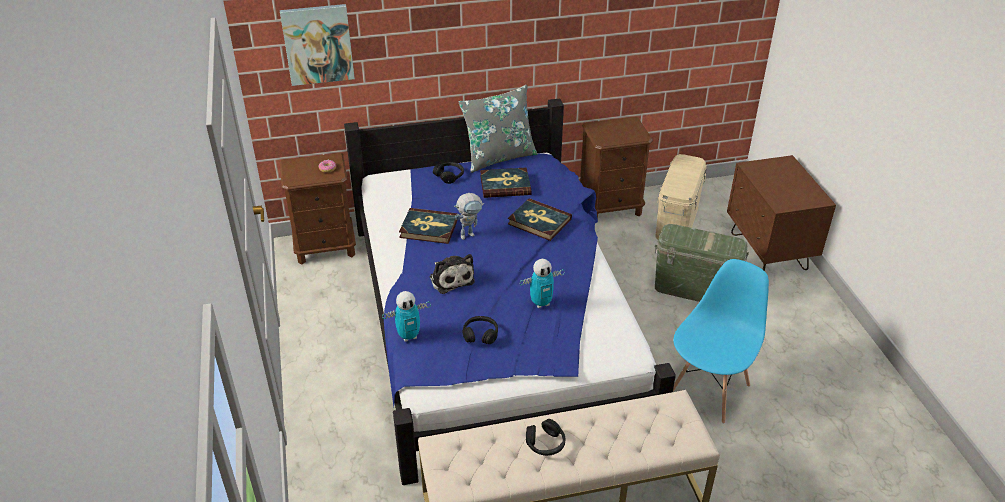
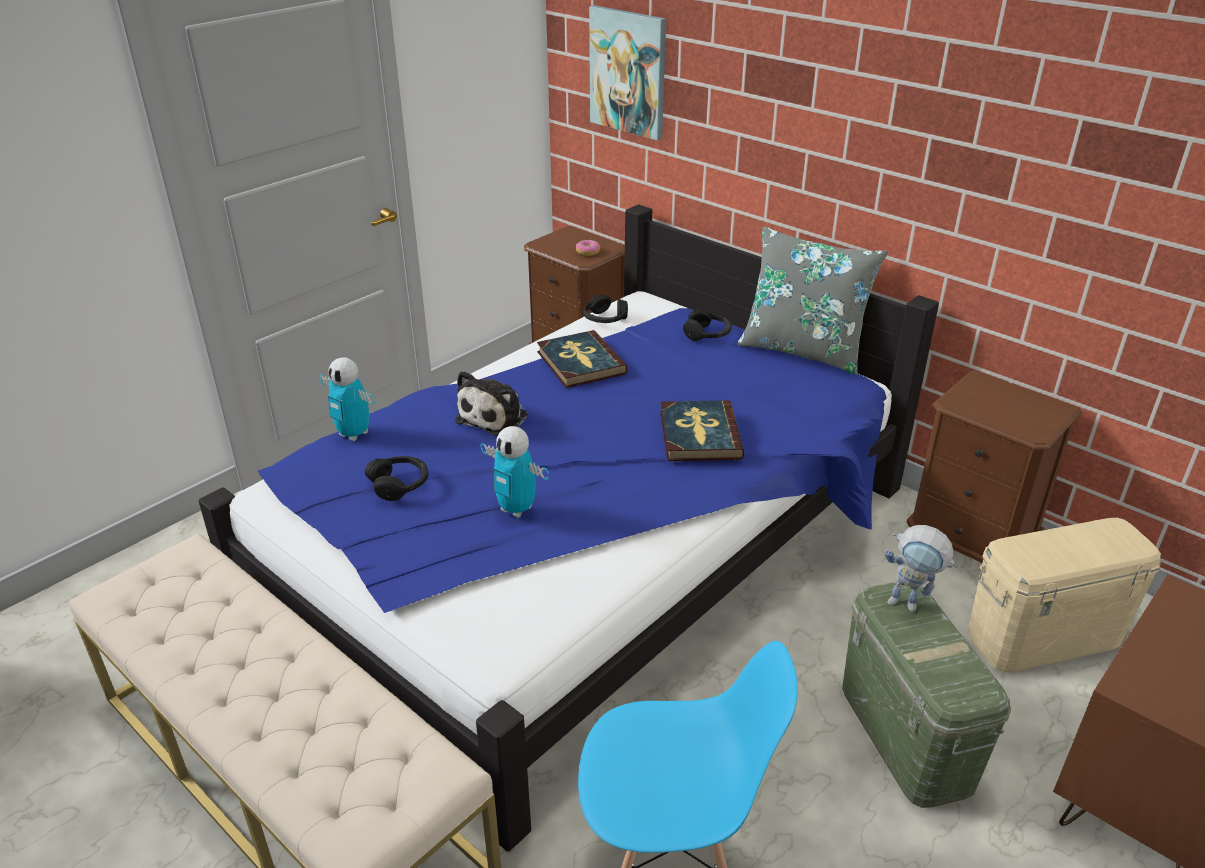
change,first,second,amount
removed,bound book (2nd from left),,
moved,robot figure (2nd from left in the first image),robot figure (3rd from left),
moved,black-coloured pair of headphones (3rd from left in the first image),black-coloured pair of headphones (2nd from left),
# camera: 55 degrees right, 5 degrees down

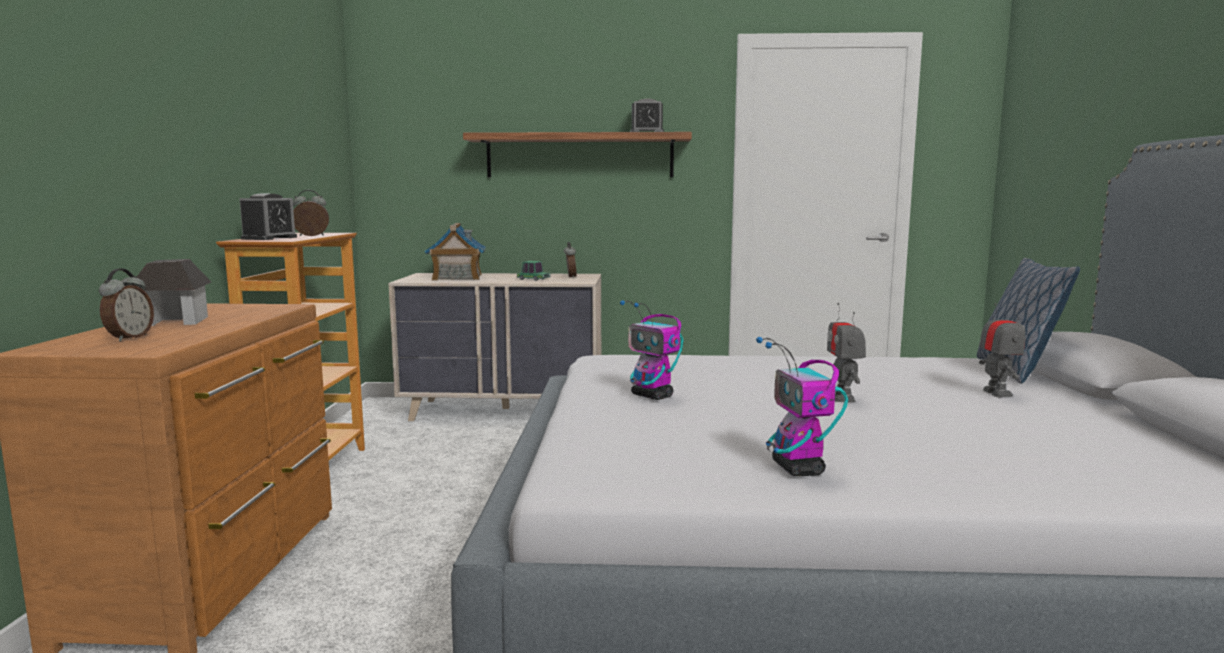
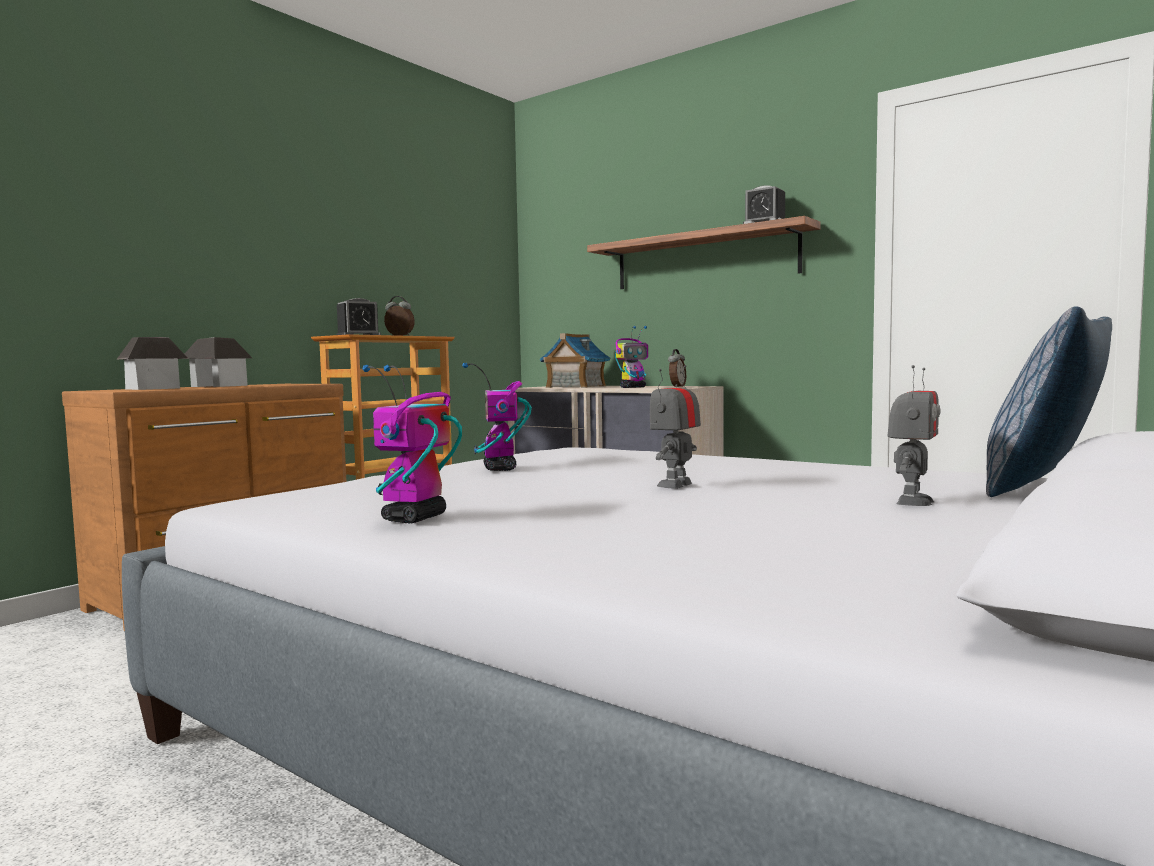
change,first,second,amount
replaced,miniature car,robot figure (3rd from left),
replaced,table clock (1st from left),toy house (1st from left),
# camera: 35 degrees right, 5 degrees down

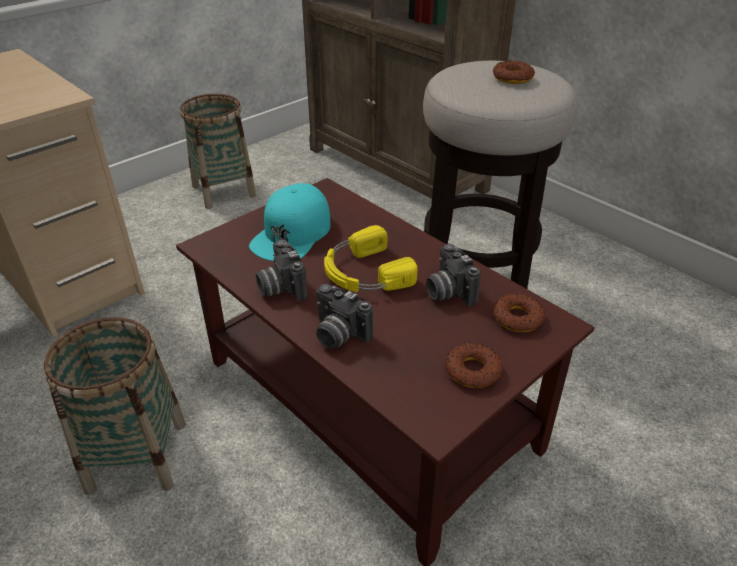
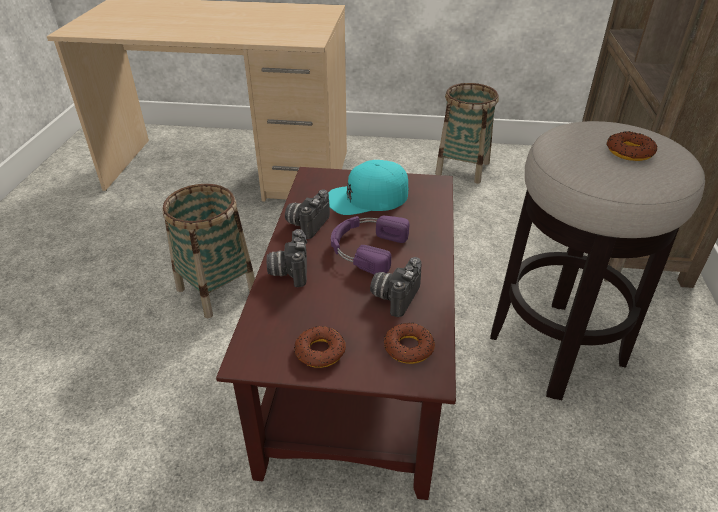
change,first,second,amount
recoloured,yellow pair of headphones,purplish pair of headphones,
# camera: 50 degrees right, 0 degrees up

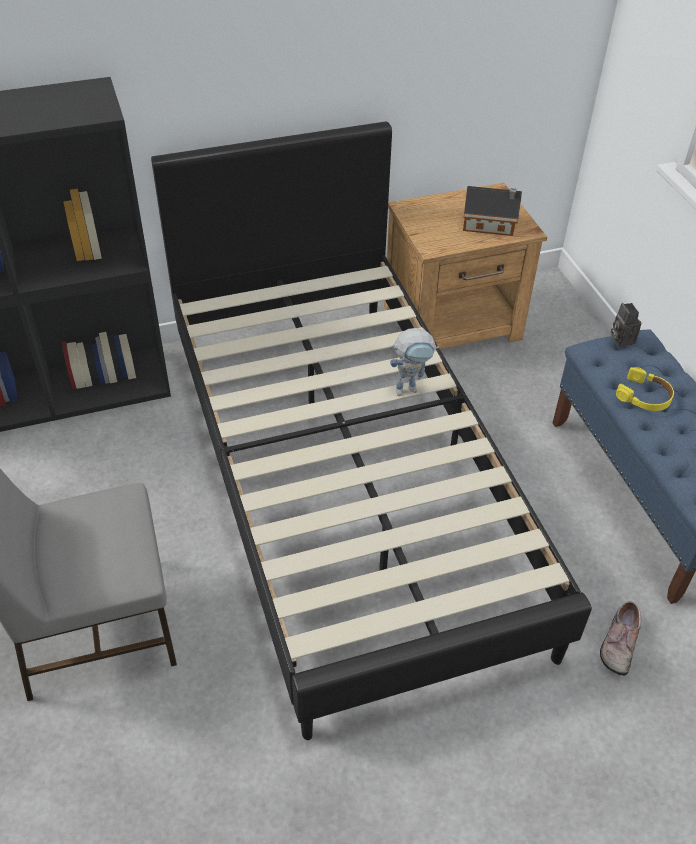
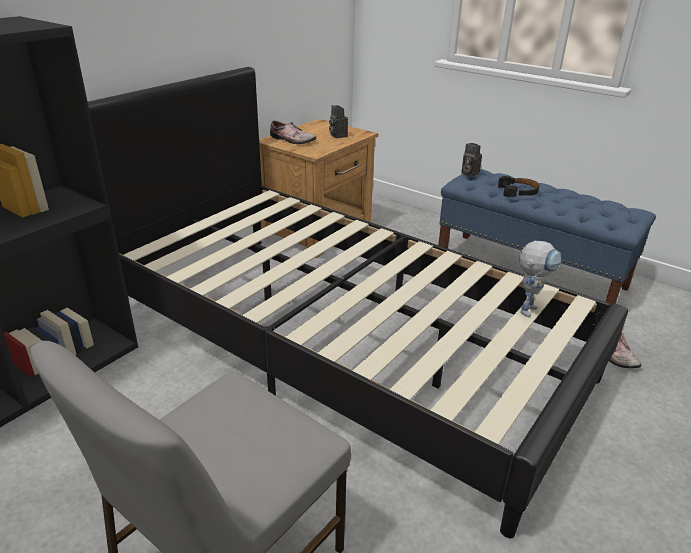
change,first,second,amount
replaced,toy house,still camera (1st from left),
moved,robot figure,,
recoloured,yellow pair of headphones,black-coloured pair of headphones,
added,,shoe (1st from left),
# camera: 35 degrees left, 15 degrees down

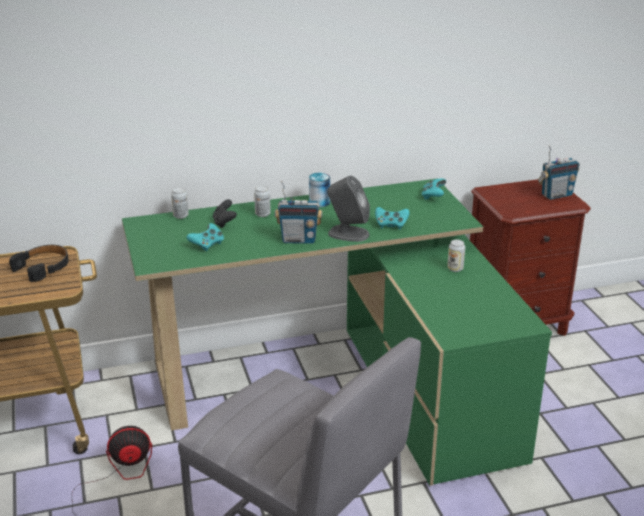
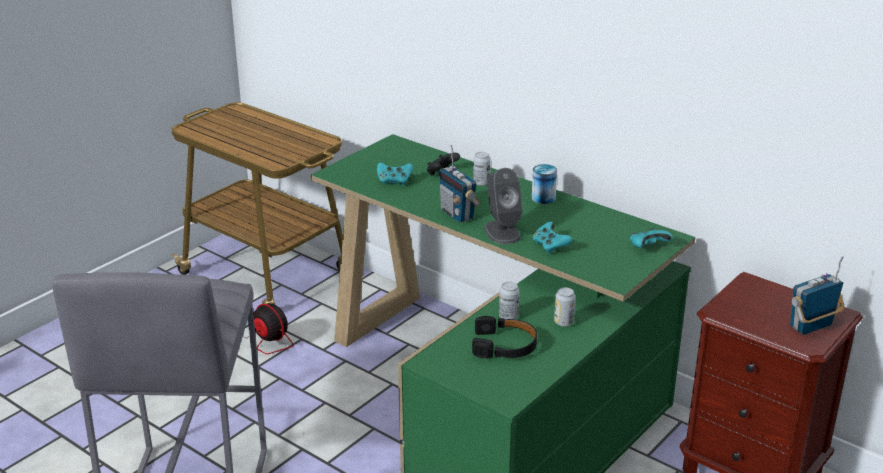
change,first,second,amount
turned,radio set (2nd from left),,120 degrees clockwise
moved,sealed can (1st from left in the first image),sealed can (2nd from left),
moved,black-coloured pair of headphones,,
# camera: 55 degrees right, 0 degrees up

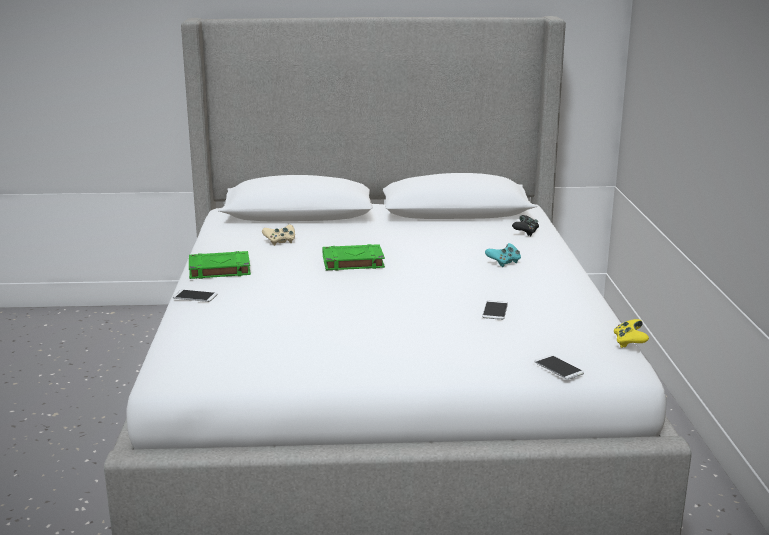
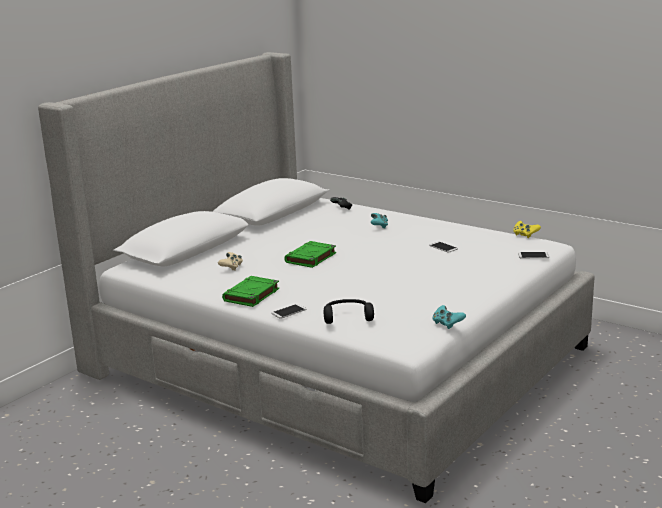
change,first,second,amount
added,,black-coloured pair of headphones,
added,,turquoise-coloured game controller (2nd from left),
# camera: 50 degrees left, 0 degrees up

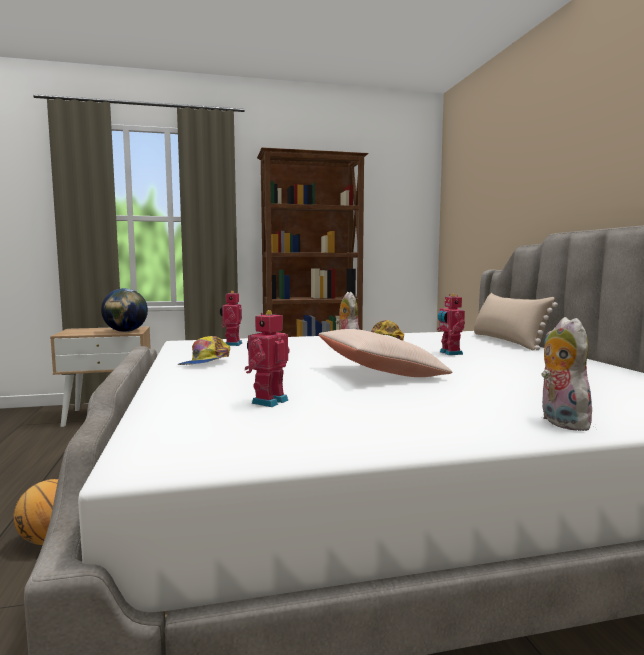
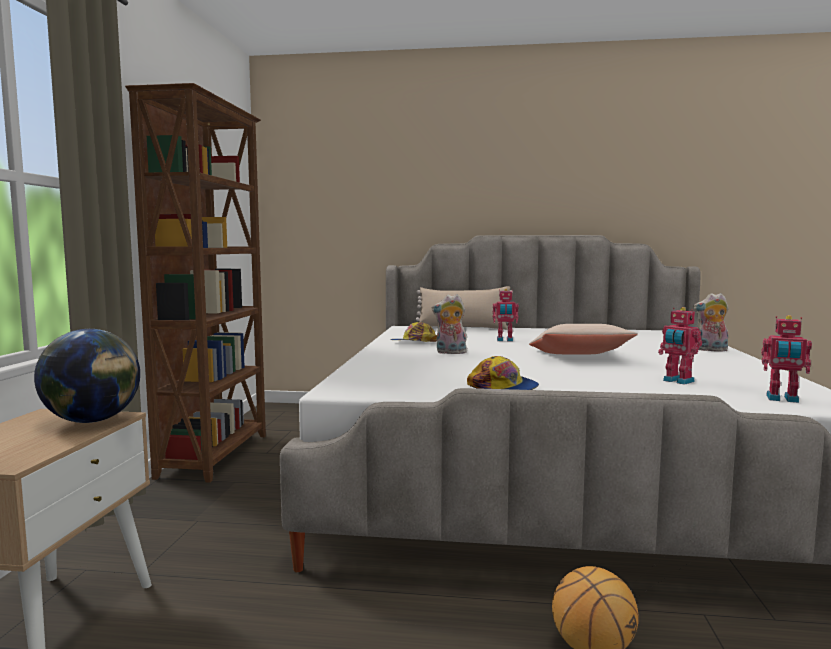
change,first,second,amount
moved,robot figure (1st from left in the first image),robot figure (3rd from left),
# camera: 70 degrees left, 0 degrees up

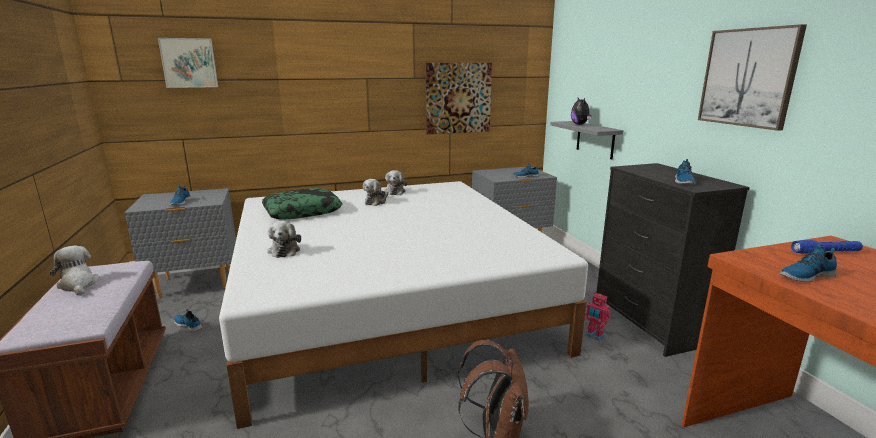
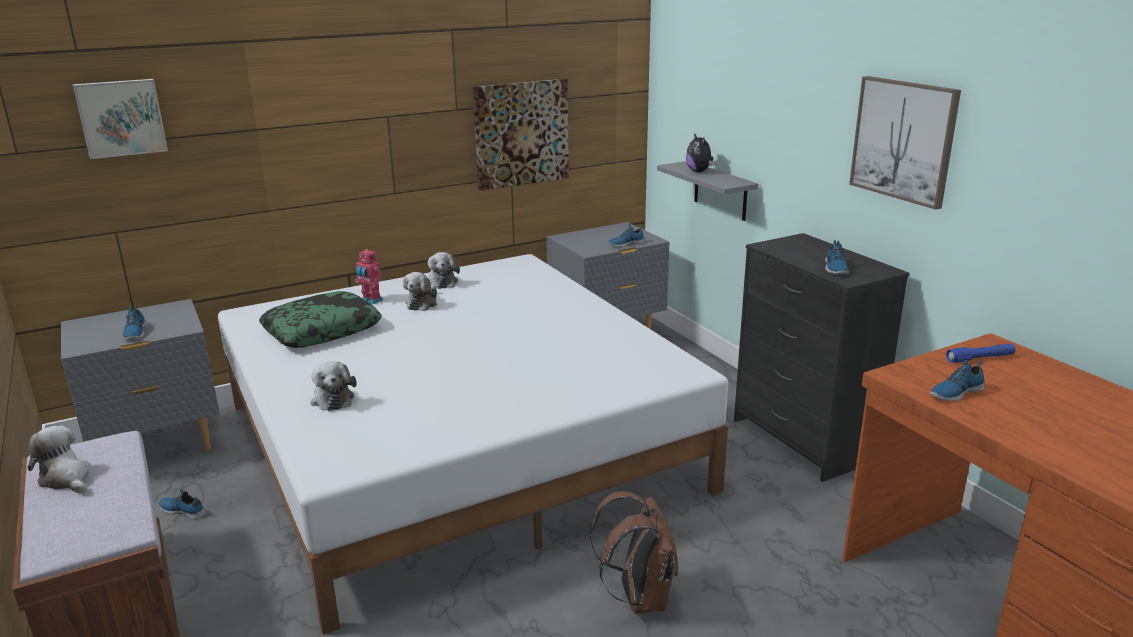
change,first,second,amount
moved,robot figure,,
# camera: 10 degrees left, 5 degrees up

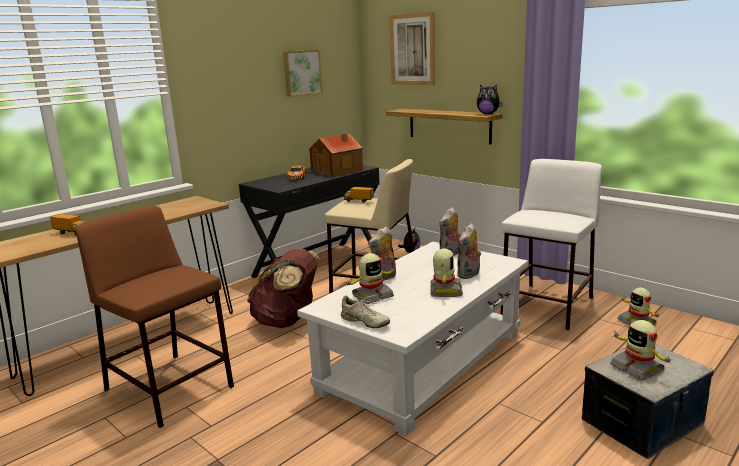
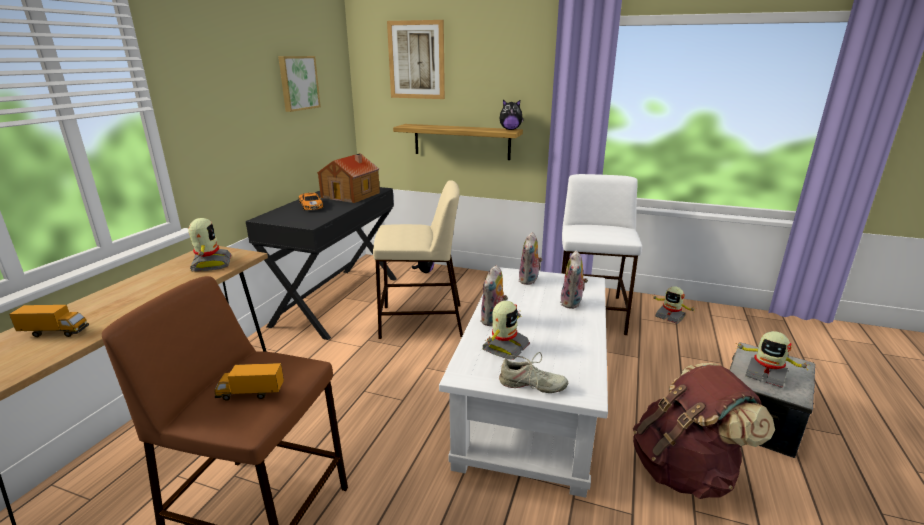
change,first,second,amount
moved,toy lorry (2nd from left),,
moved,brownish backpack,,
moved,robot figure (2nd from left in the first image),robot figure (1st from left),
# camera: 25 degrees left, 5 degrees up

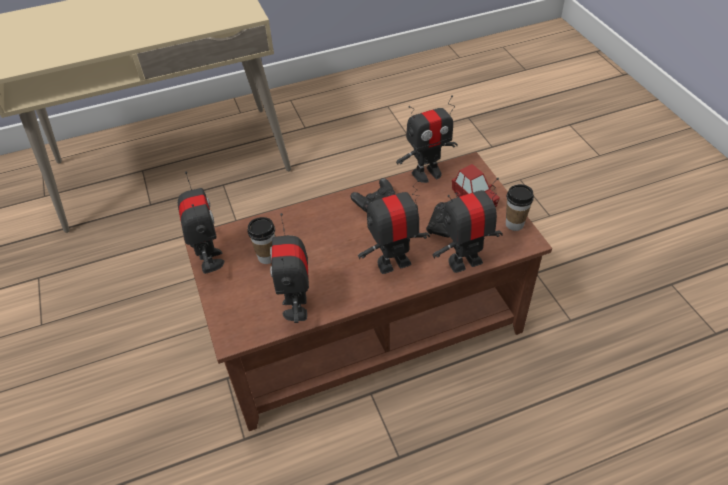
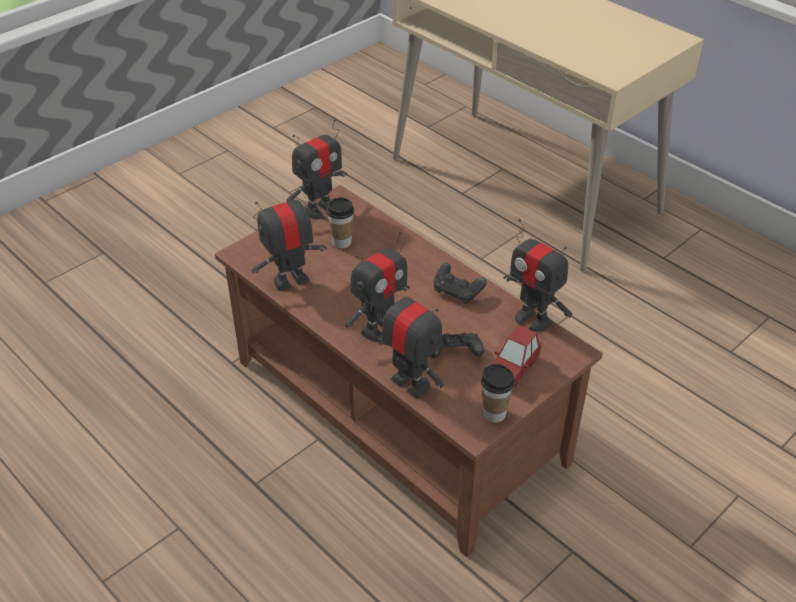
change,first,second,amount
turned,robot figure (3rd from left),,90 degrees clockwise
# camera: 65 degrees right, 5 degrees down

